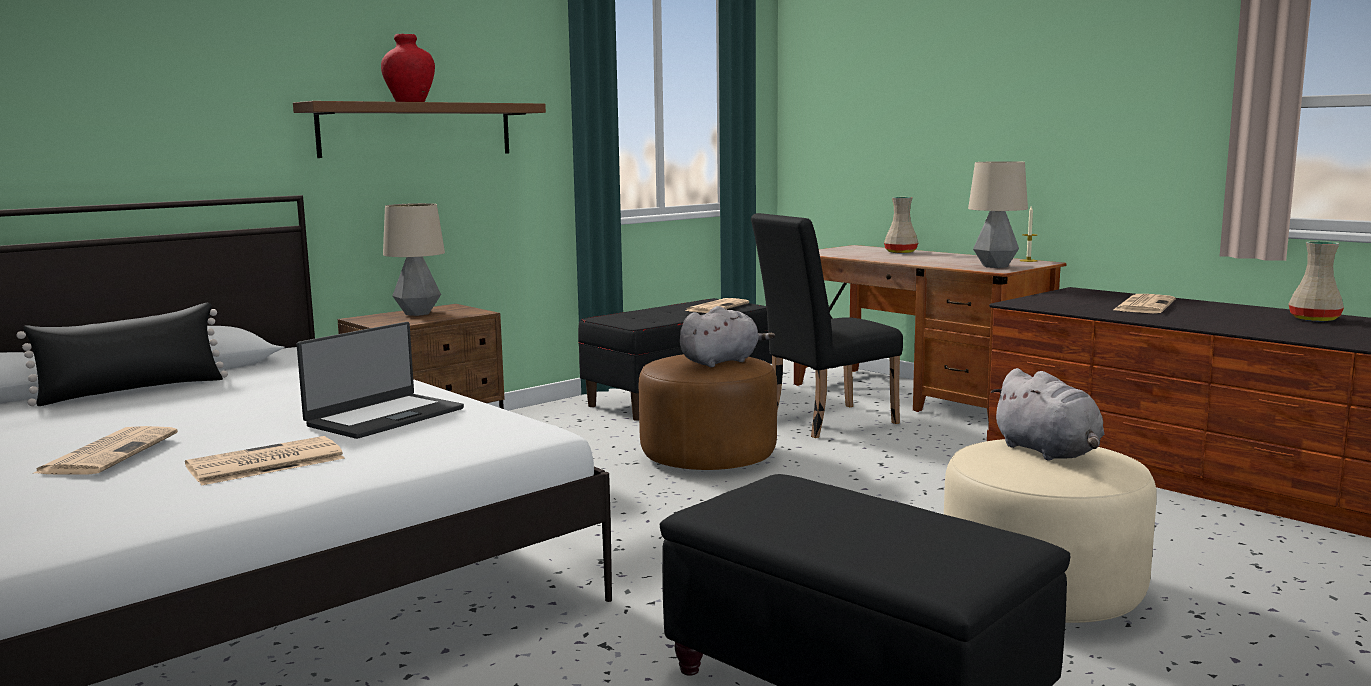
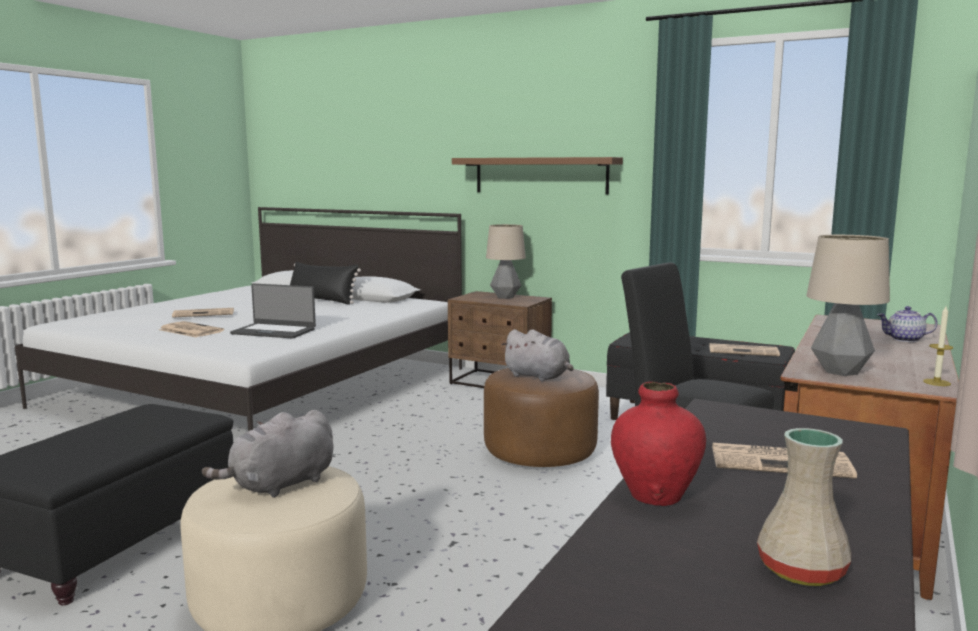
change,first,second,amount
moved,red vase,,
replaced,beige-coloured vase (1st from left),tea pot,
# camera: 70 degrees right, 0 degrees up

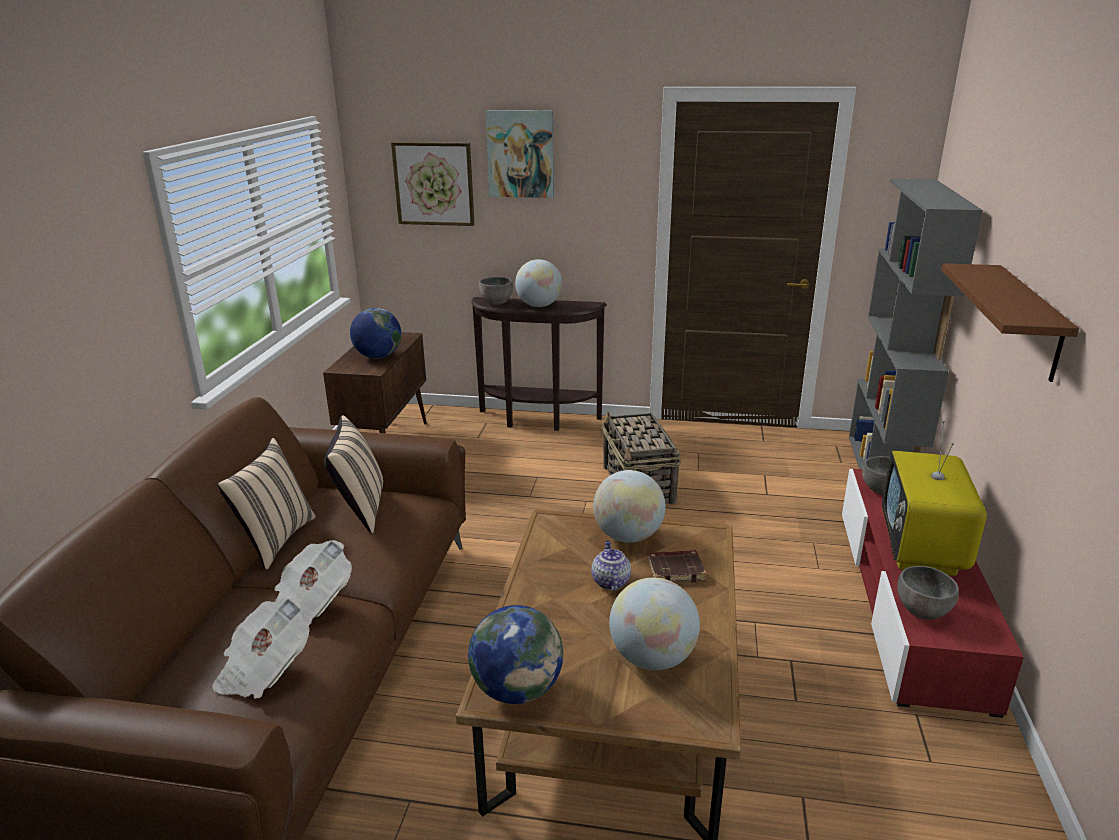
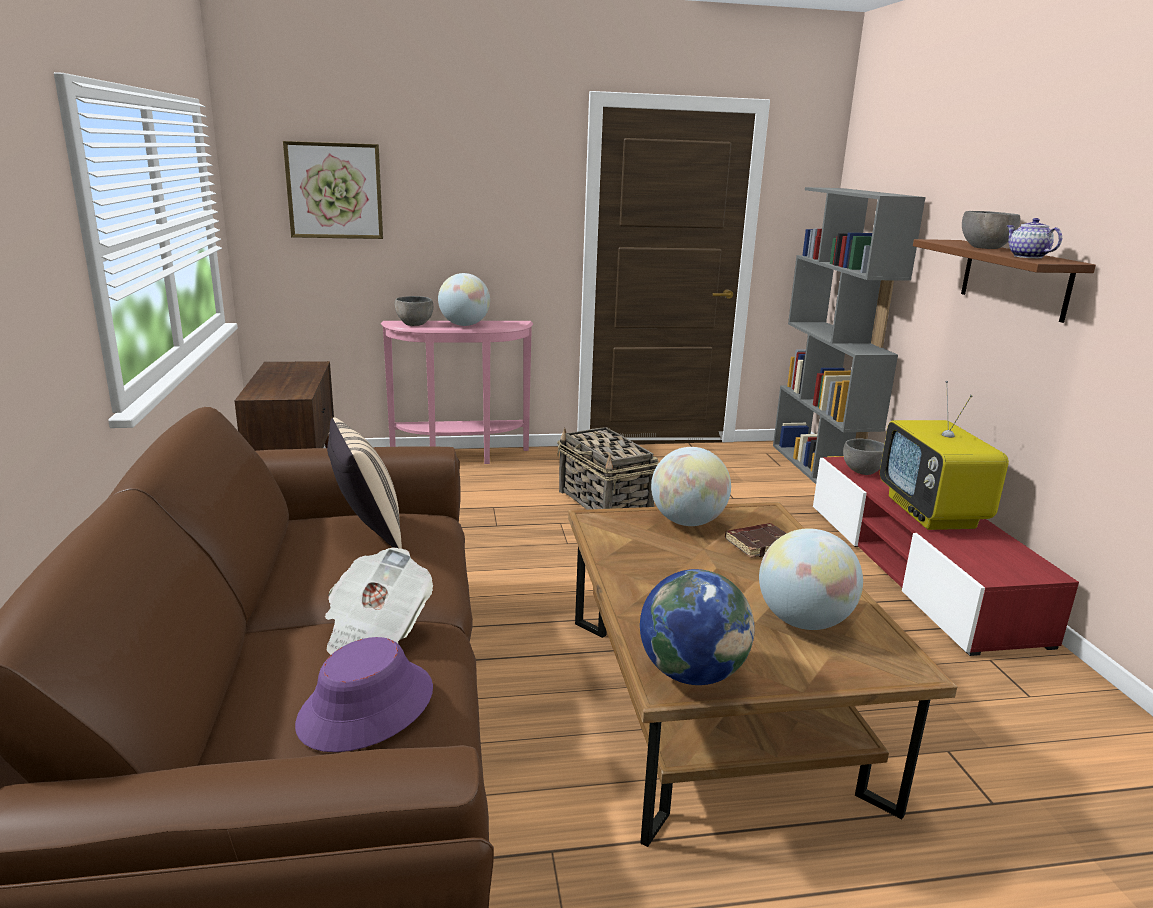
change,first,second,amount
removed,wall art (2nd from left),,
recoloured,brownish narrow table,pink-coloured narrow table,
removed,world globe (1st from left),,
removed,beige-coloured throw pillow (1st from left),,
moved,tea pot,,
moved,greyish bowl (3rd from left),,
replaced,daily paper (1st from left),purplish wearable hat,
# camera: 20 degrees left, 5 degrees down

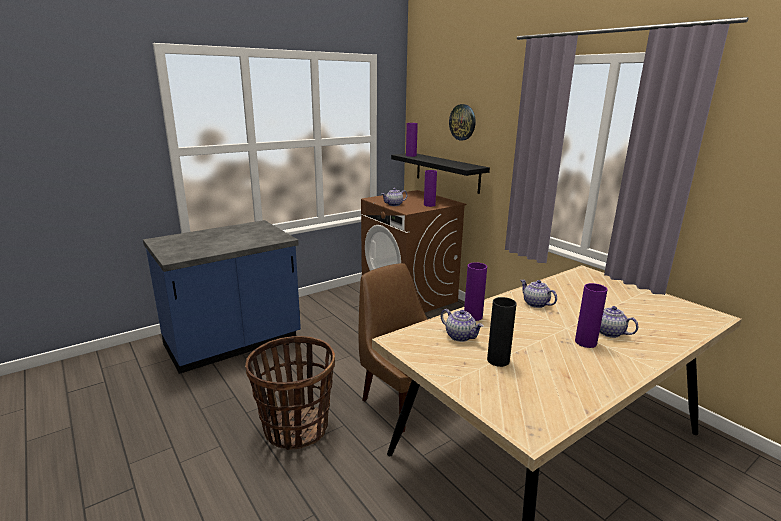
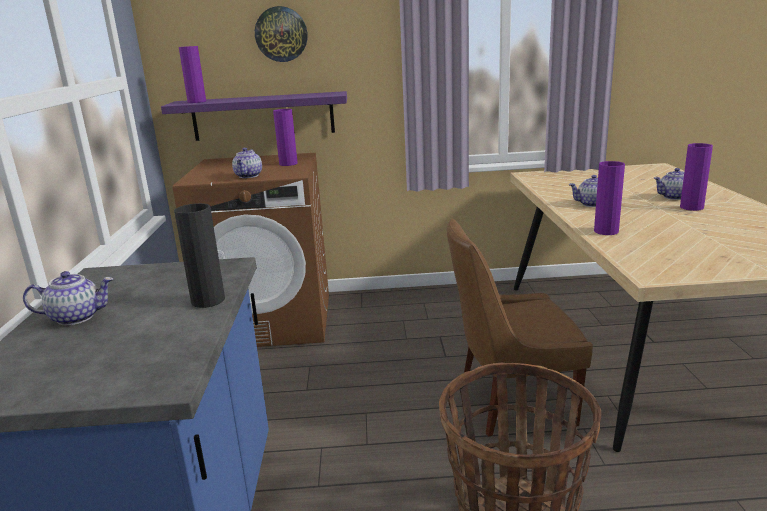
change,first,second,amount
recoloured,black-coloured wall shelf,purplish wall shelf,
moved,black-coloured vase,,
moved,tea pot (2nd from left in the first image),tea pot (1st from left),
# camera: 55 degrees left, 0 degrees up

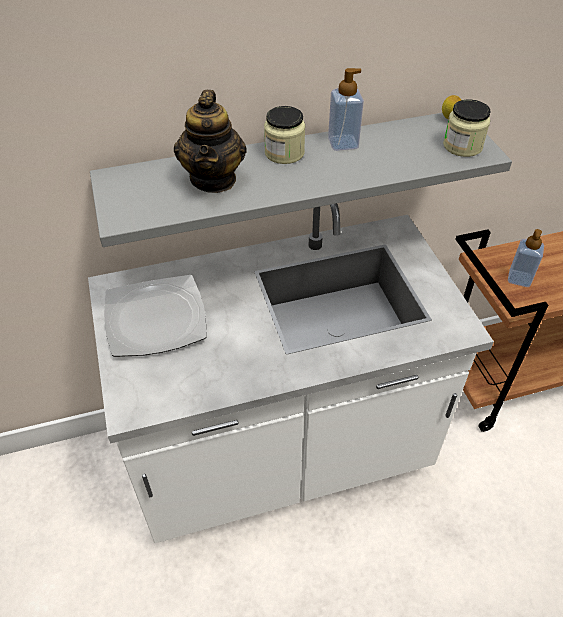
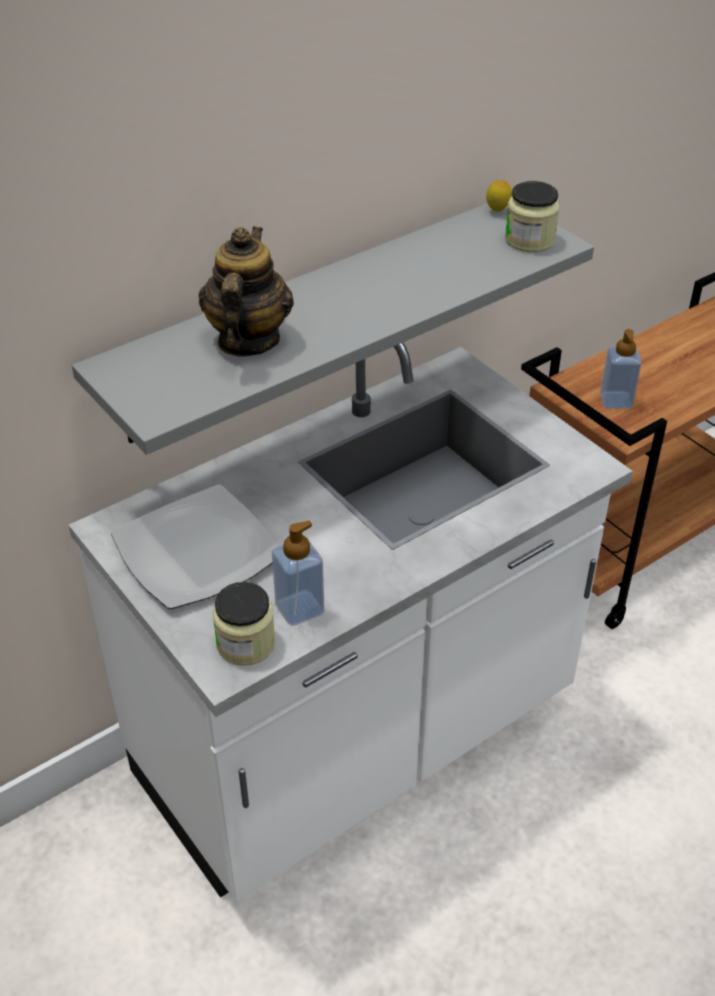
change,first,second,amount
moved,soap dispenser (1st from left),,
turned,tea pot,,150 degrees counterclockwise
moved,jar (1st from left),,
# camera: 20 degrees left, 5 degrees down

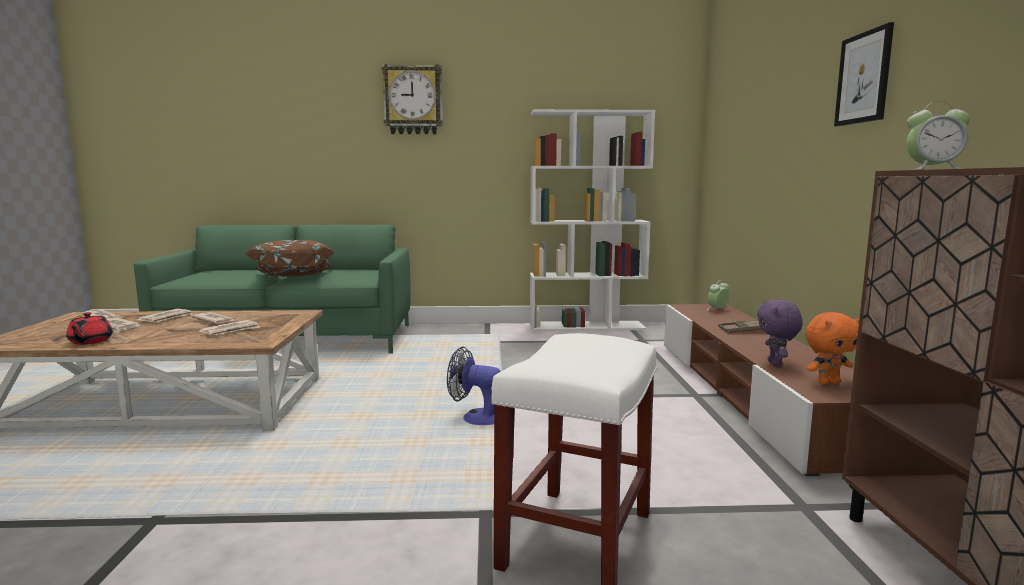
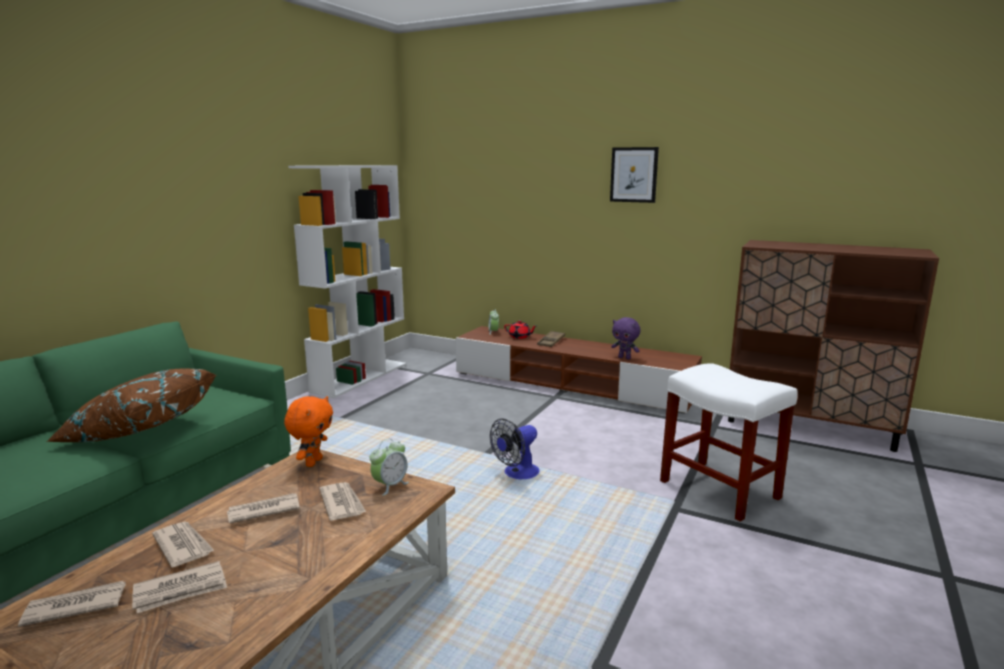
change,first,second,amount
removed,hanging clock,,
moved,table clock (2nd from left in the first image),table clock (1st from left),
moved,red tea pot,,
moved,orange cuddly toy,,
# camera: 60 degrees left, 5 degrees up

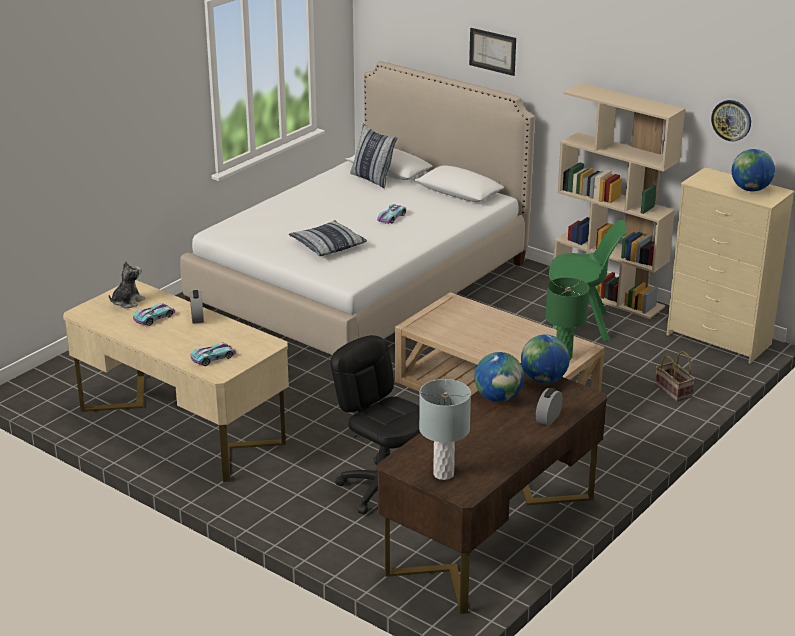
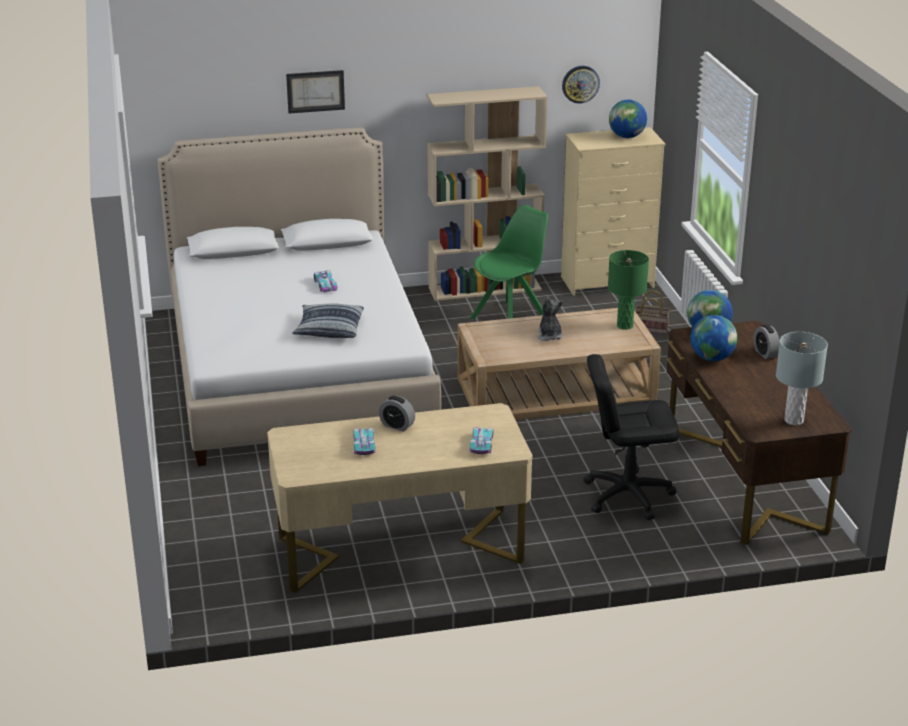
change,first,second,amount
removed,throw pillow (2nd from left),,
moved,cuddly toy,,
# camera: 50 degrees left, 0 degrees up

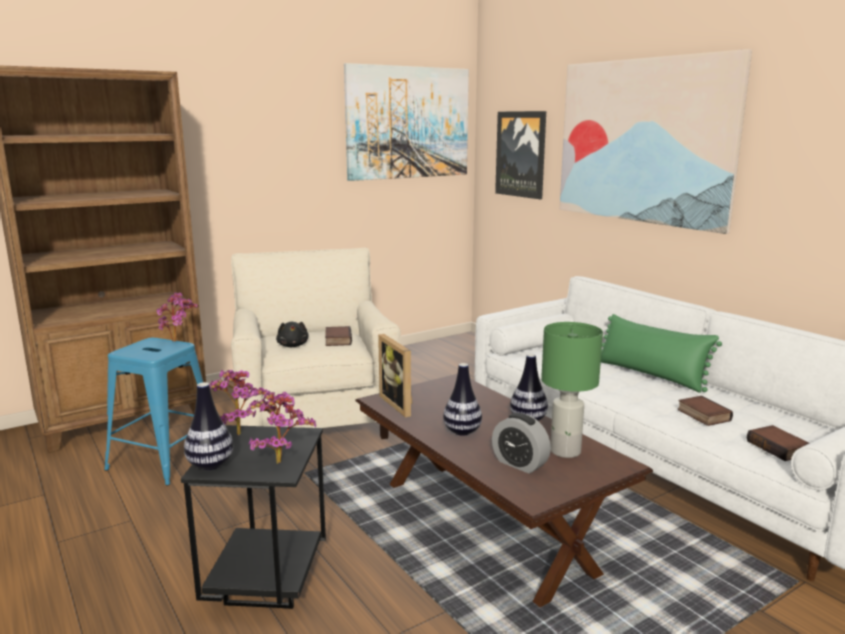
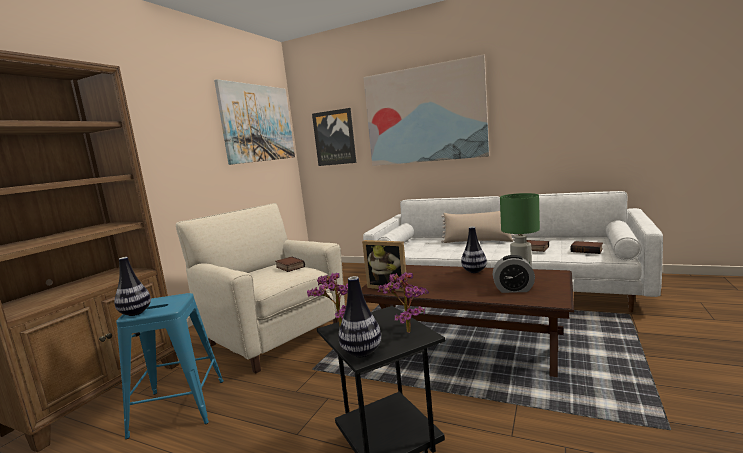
change,first,second,amount
removed,potted plant (1st from left),,
recoloured,green throw pillow,beige-coloured throw pillow,
removed,black-coloured cuddly toy,,
moved,vase (2nd from left in the first image),vase (1st from left),
# camera: 30 degrees left, 5 degrees down

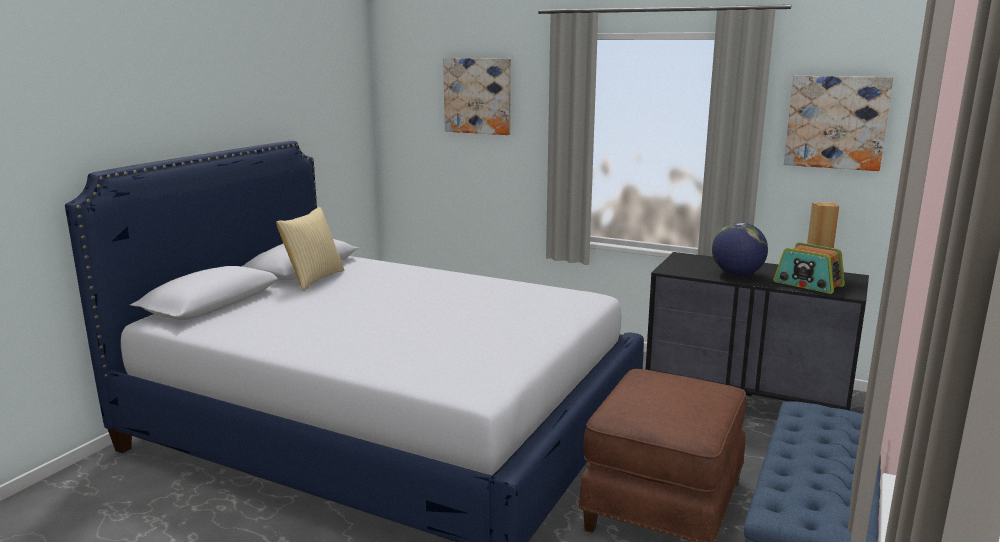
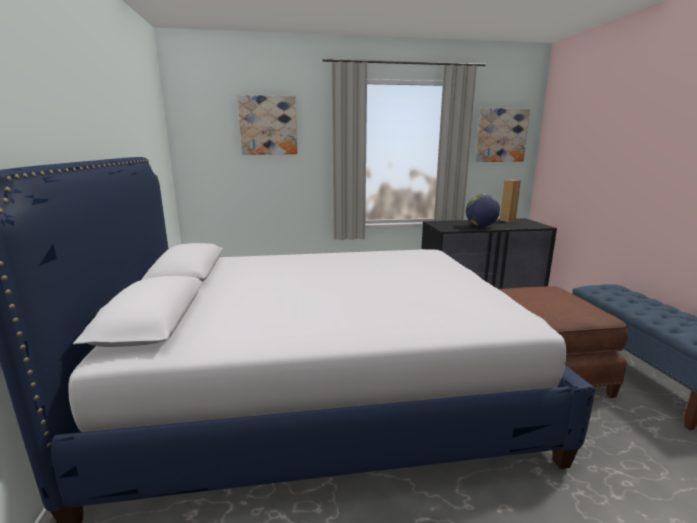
change,first,second,amount
removed,throw pillow,,
removed,radio set,,
# camera: 35 degrees left, 0 degrees up

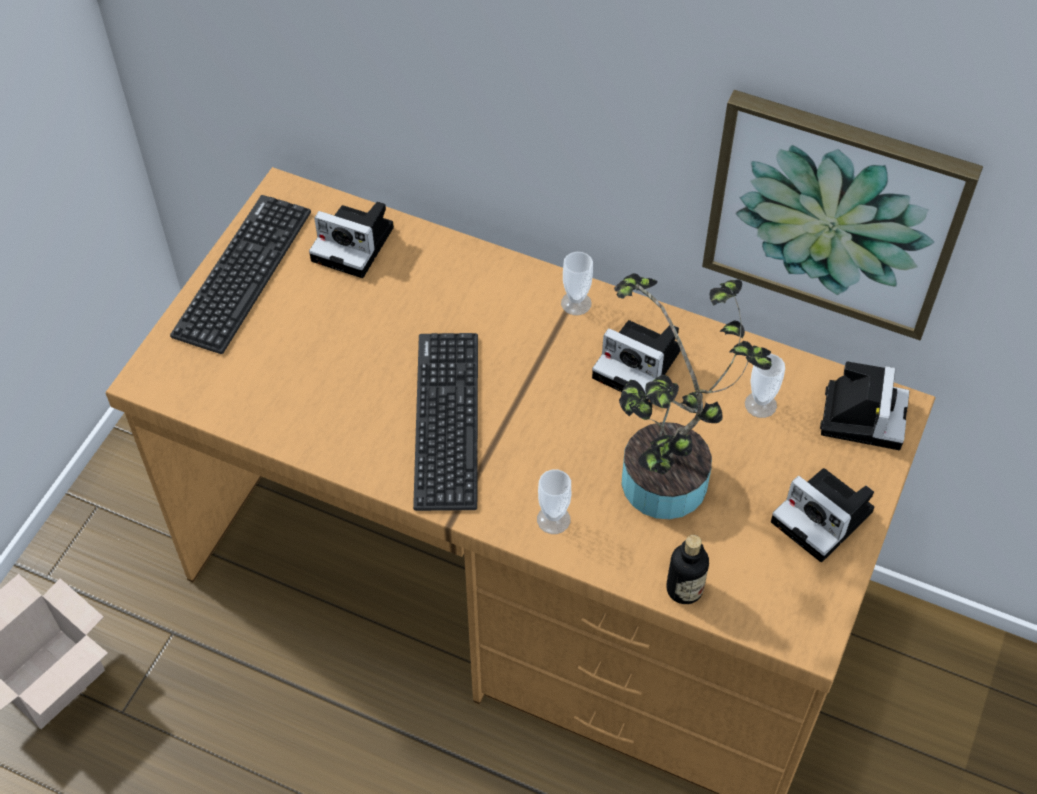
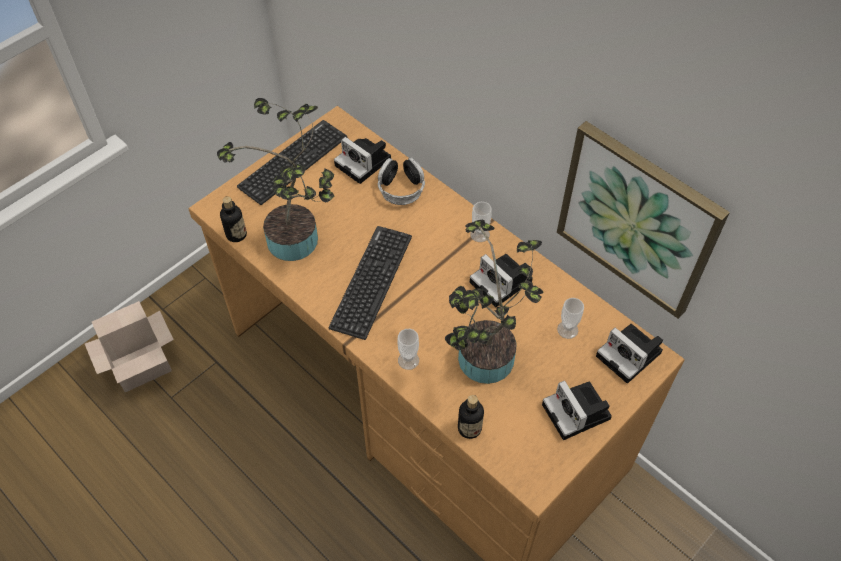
change,first,second,amount
turned,still camera (4th from left),,105 degrees clockwise
added,,potted plant (1st from left),
added,,pair of headphones,
added,,beverage bottle (1st from left),
# camera: 20 degrees right, 0 degrees up

